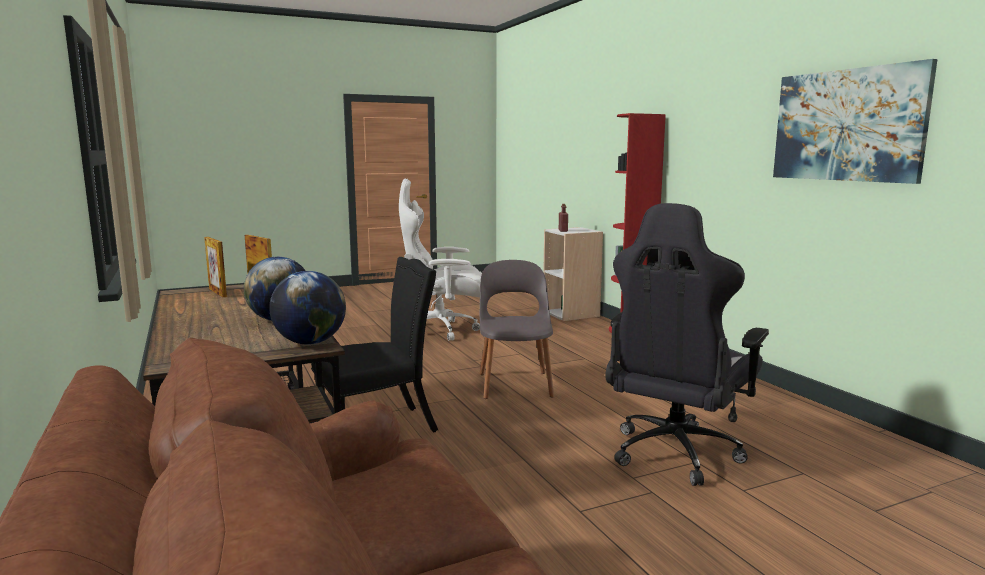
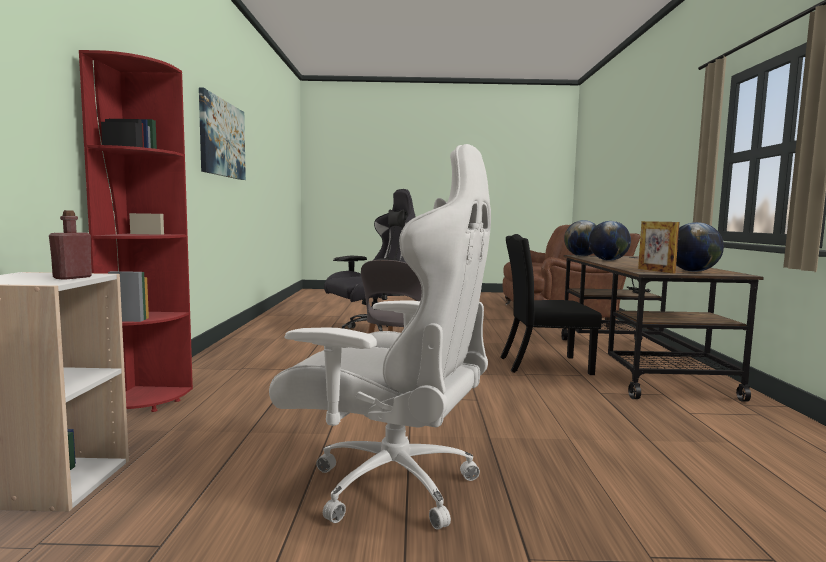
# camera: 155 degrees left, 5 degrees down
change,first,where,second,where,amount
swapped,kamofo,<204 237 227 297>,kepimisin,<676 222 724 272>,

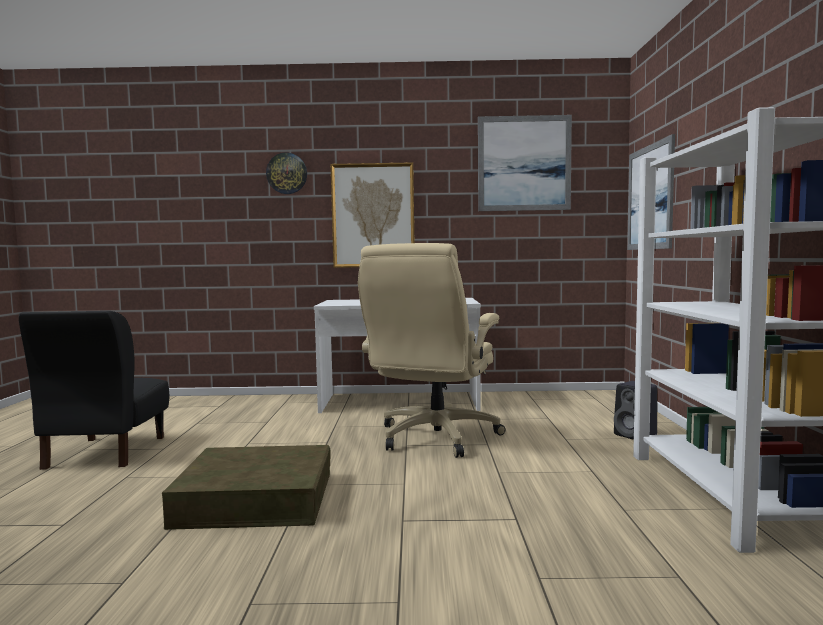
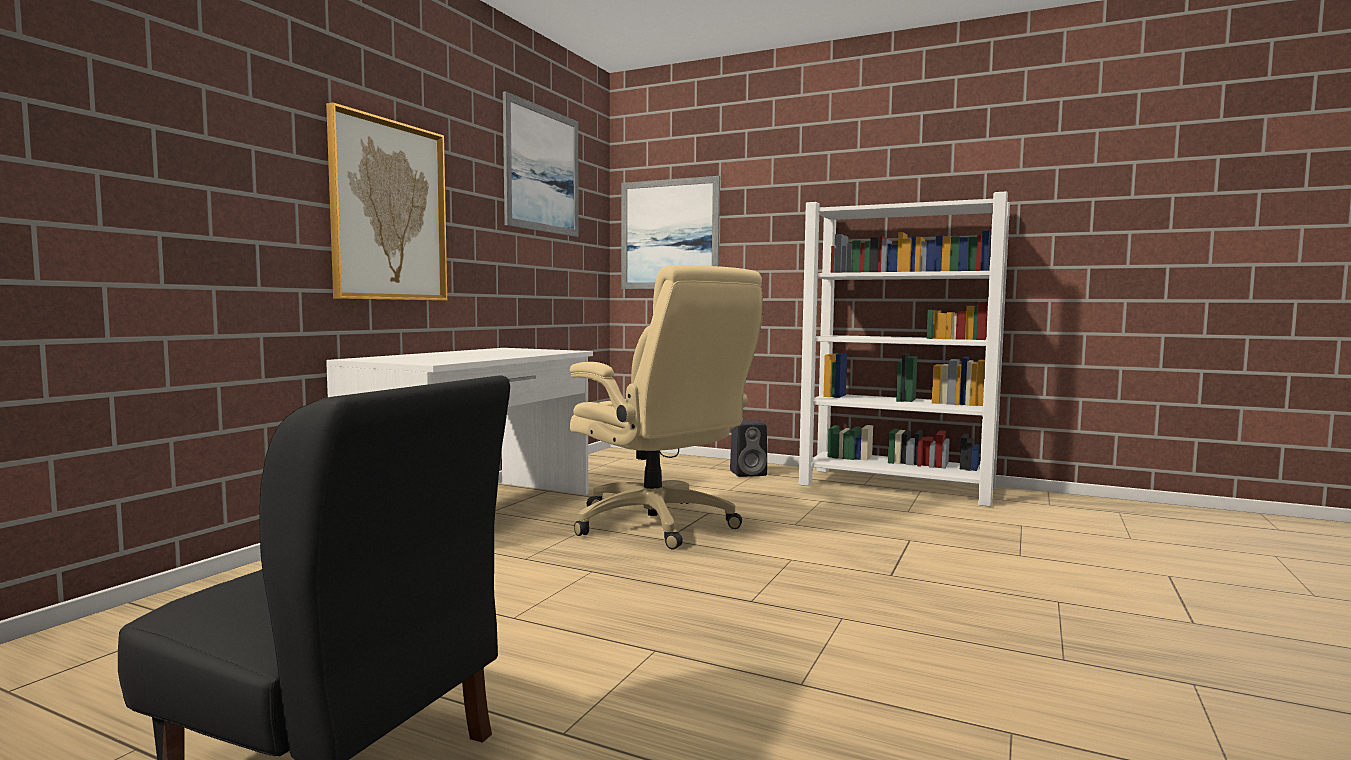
# camera: 65 degrees left, 0 degrees up
change,first,where,second,where,amount
gone,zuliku,<266 153 307 194>,,,
gone,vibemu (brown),<162 445 330 530>,,,

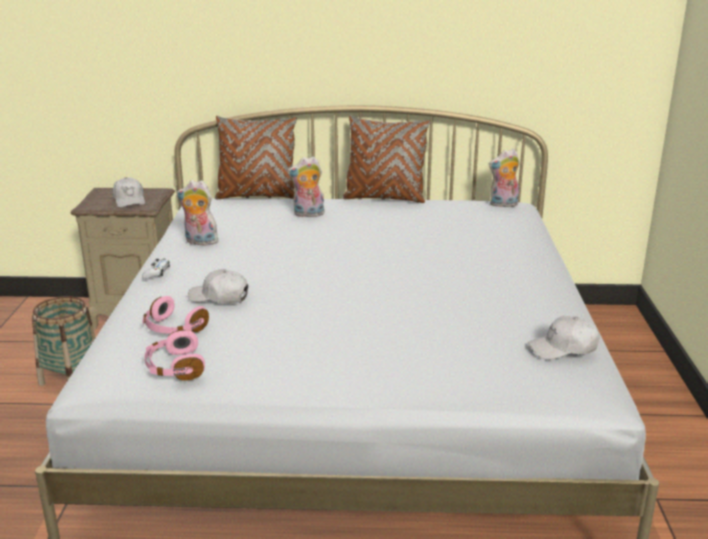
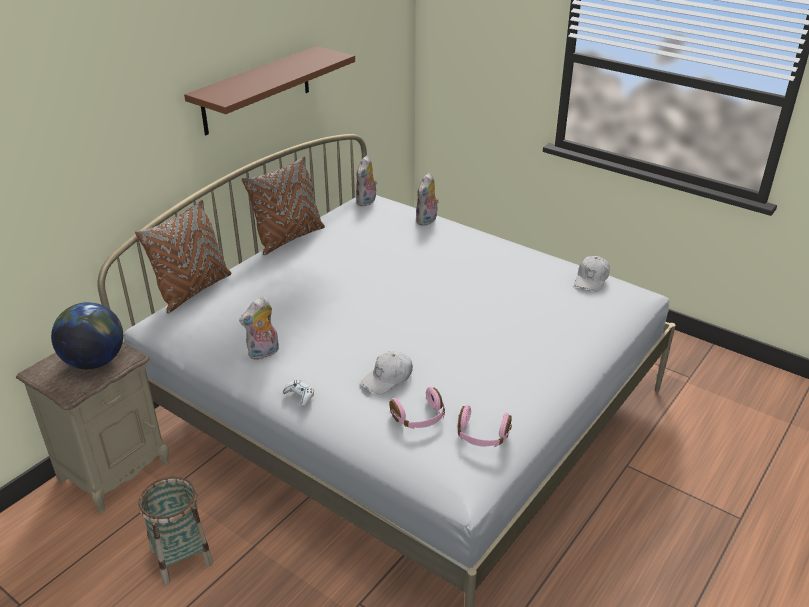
# camera: 55 degrees left, 10 degrees up
change,first,where,second,where,amount
shifted,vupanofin,<287 156 325 217>,,<416 173 441 226>,
swapped,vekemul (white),<113 177 145 208>,kepimisin,<51 302 123 369>,
new,,,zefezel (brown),<184 46 355 135>,

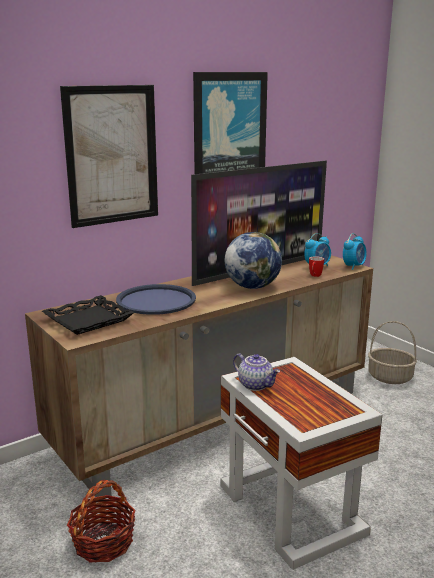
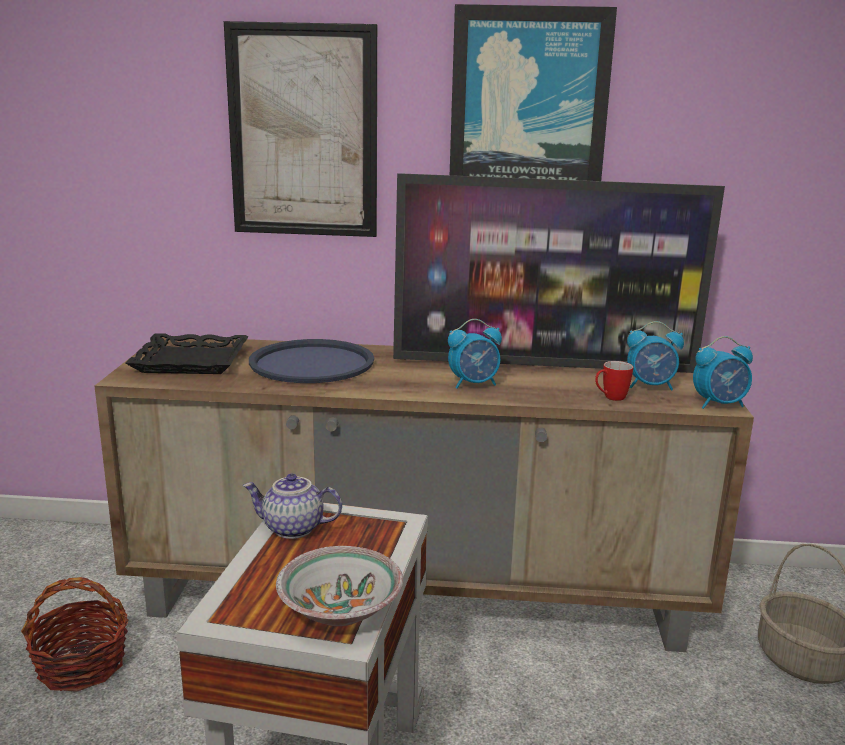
# camera: 40 degrees right, 0 degrees up
change,first,where,second,where,amount
swapped,kepimisin,<225 232 282 289>,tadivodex,<448 319 502 389>,
rotated,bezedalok,<233 353 280 391>,,<243 474 342 539>,105 degrees clockwise
new,,,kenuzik,<276 546 403 627>,

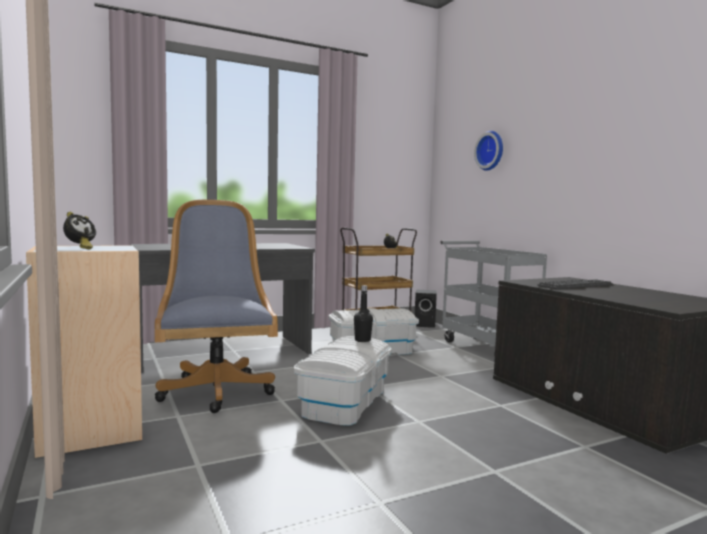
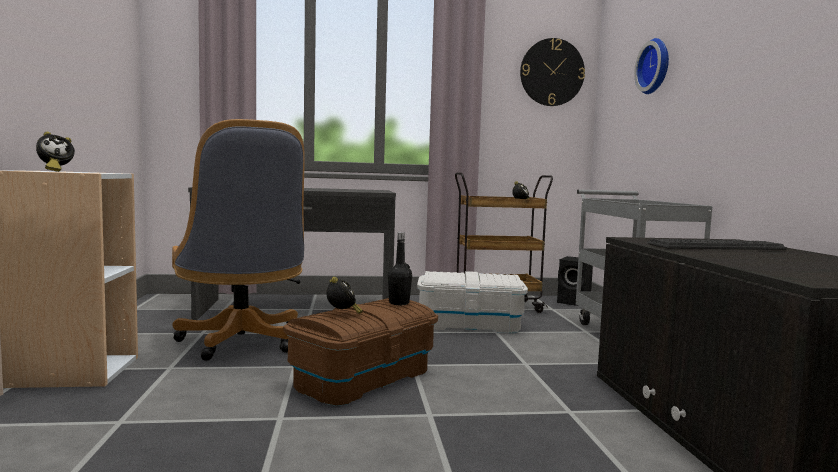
# camera: 20 degrees right, 0 degrees up
change,first,where,second,where,amount
rotated,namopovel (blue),<155 200 278 413>,,<172 119 305 361>,150 degrees clockwise
repainted,vibemu (white),<294 336 392 426>,vibemu (brown),<283 298 438 406>,
new,,,zuliku,<520 38 585 106>,
new,,,tadivodex,<326 277 363 314>,

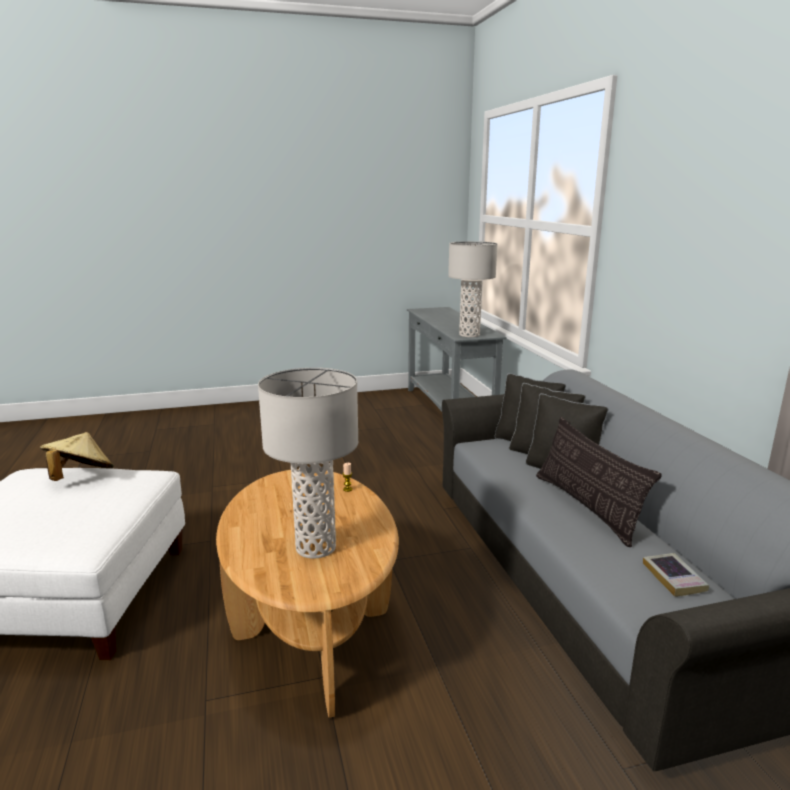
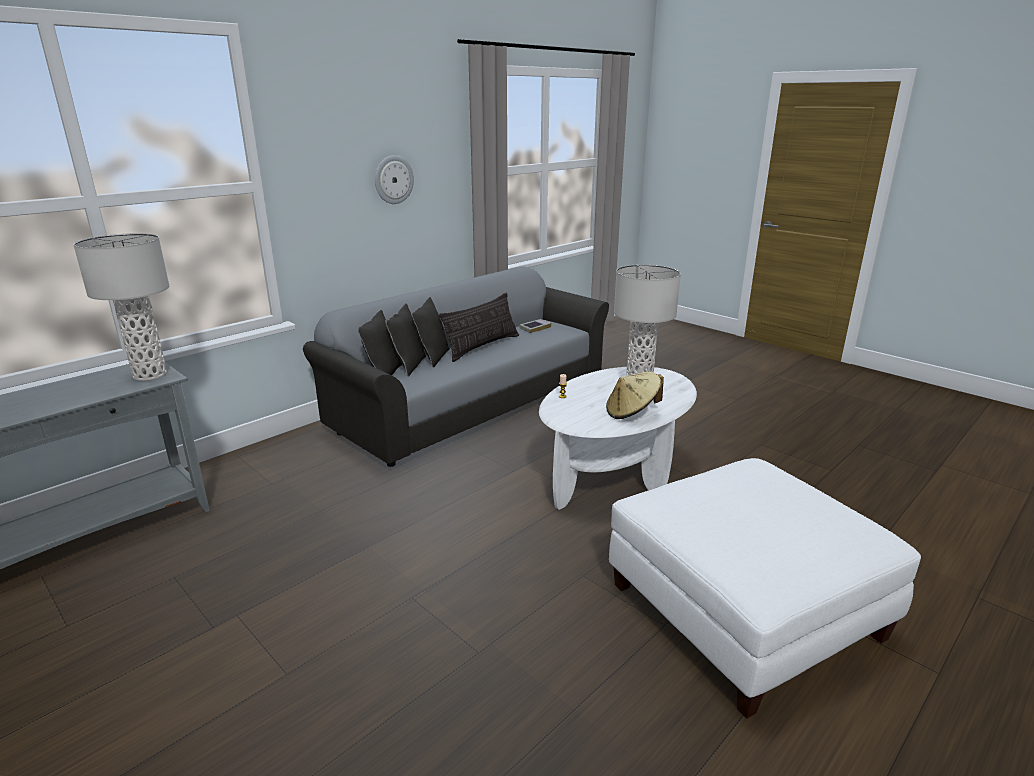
# camera: 120 degrees left, 5 degrees up
change,first,where,second,where,amount
shifted,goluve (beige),<40 432 114 481>,,<606 372 664 419>,
repainted,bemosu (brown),<216 469 399 718>,bemosu (white),<539 367 697 510>,
new,,,zuliku,<375 155 414 204>,

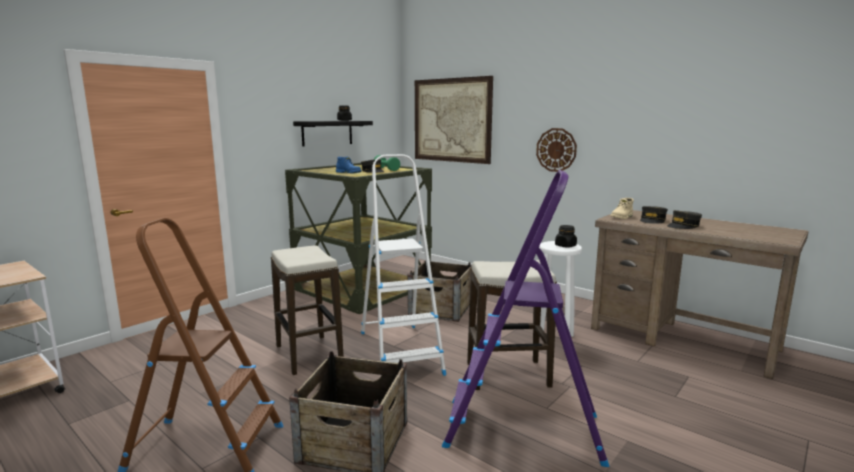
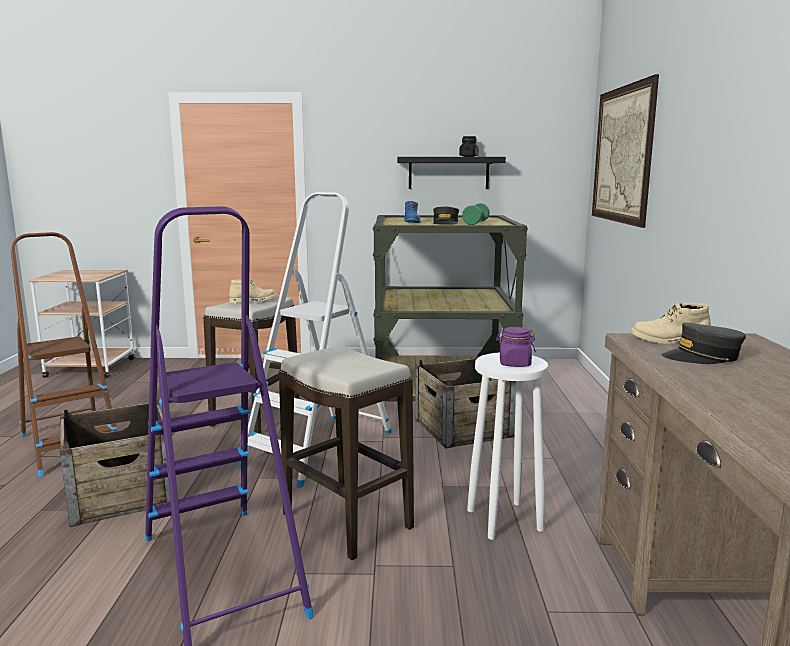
# camera: 50 degrees right, 0 degrees up
change,first,where,second,where,amount
gone,zuliku,<536 128 577 172>,,,
gone,vekemul (grey),<667 210 702 229>,,,
repainted,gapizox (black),<555 225 577 247>,gapizox (purple),<496 327 536 367>,
new,,,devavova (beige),<229 278 277 303>,

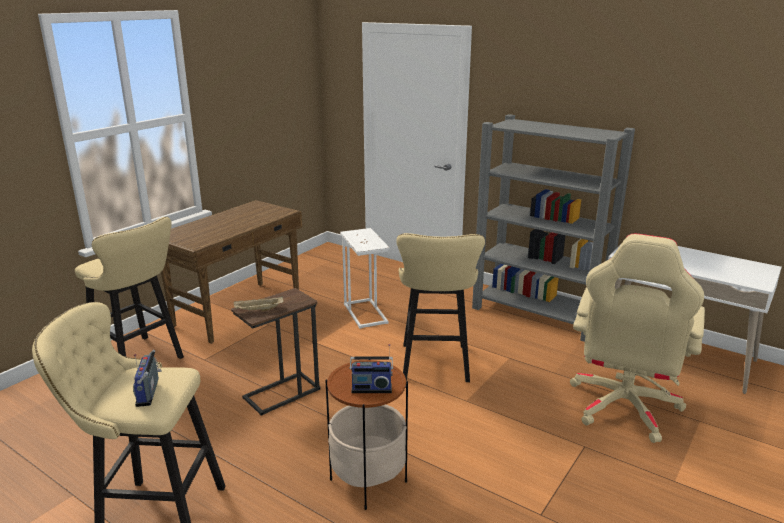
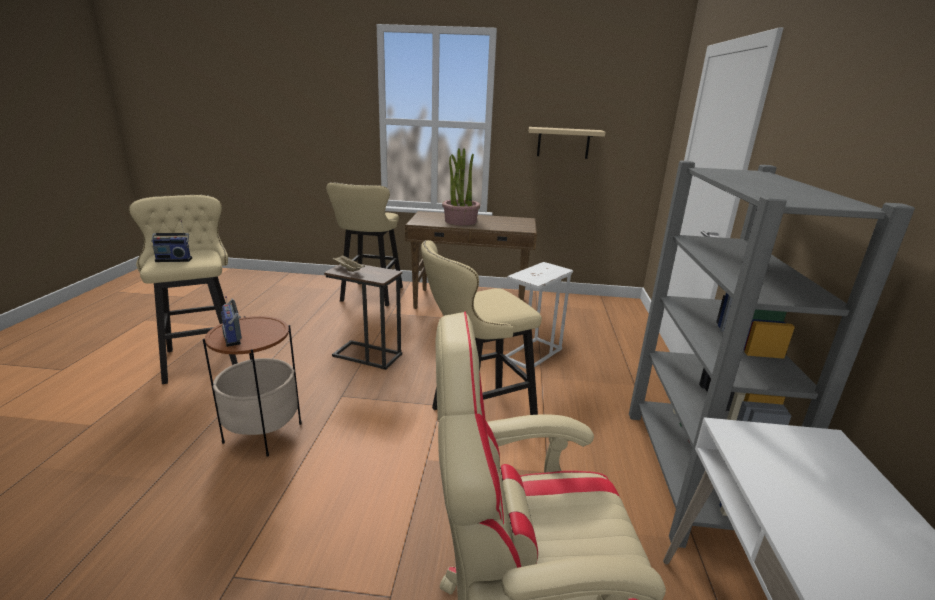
# camera: 60 degrees right, 0 degrees up
change,first,where,second,where,amount
rotated,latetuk,<133 350 162 407>,,<151 220 192 262>,150 degrees counterclockwise
new,,,zefezel (beige),<529 127 605 159>,
new,,,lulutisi,<442 148 480 226>,

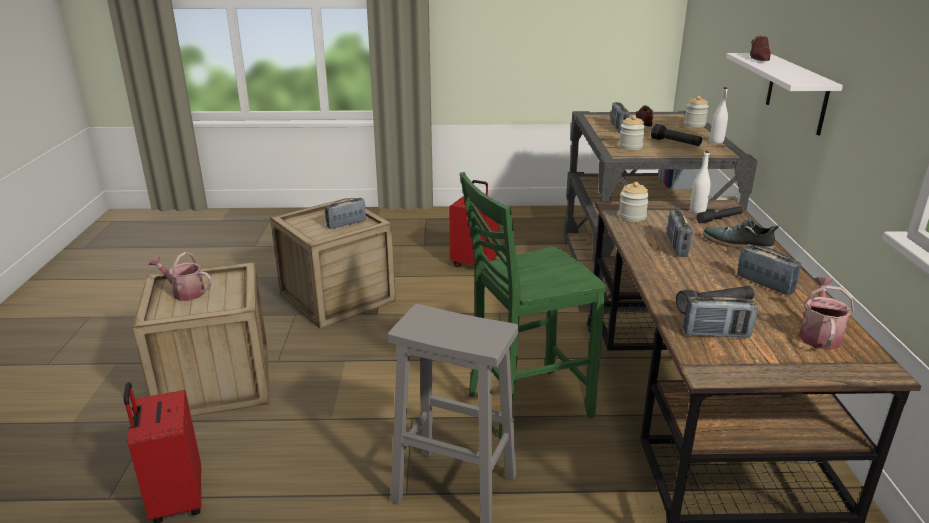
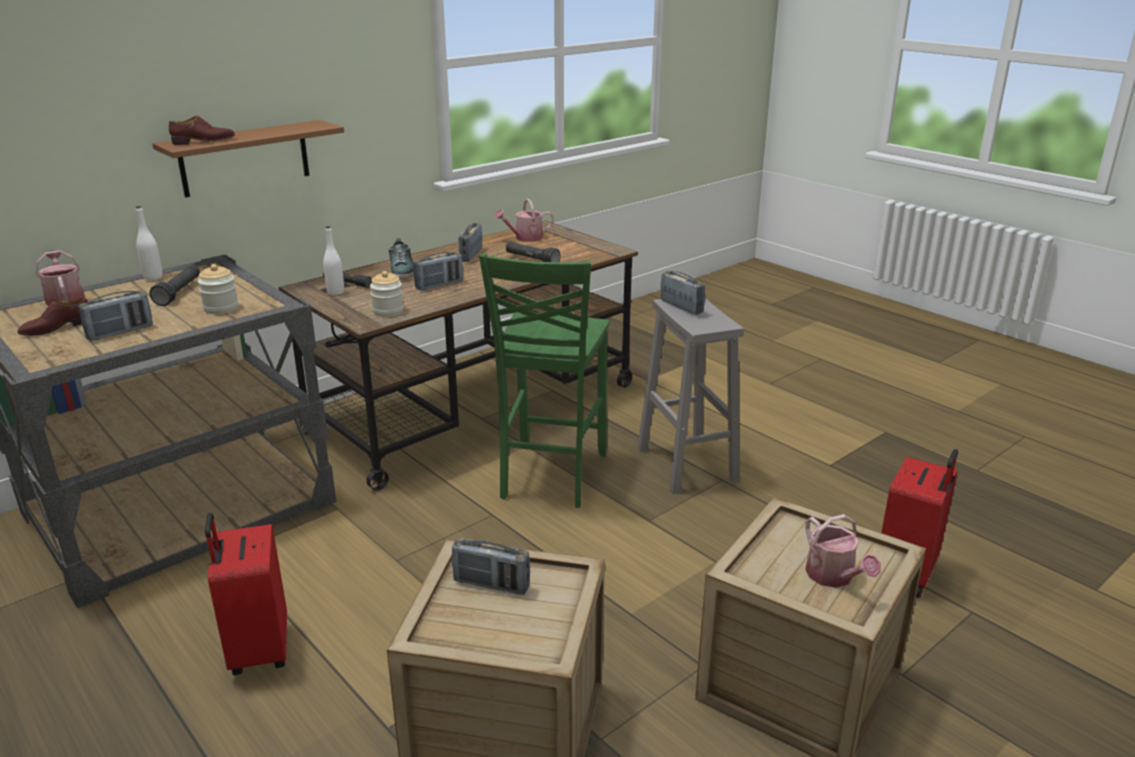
# camera: 130 degrees left, 0 degrees up
change,first,where,second,where,amount
repainted,zefezel (white),<726 53 843 136>,zefezel (brown),<152 120 344 198>,
swapped,gapizox,<684 96 709 128>,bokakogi,<35 250 85 306>,
rotated,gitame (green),<460 172 606 439>,,<479 254 610 508>,75 degrees clockwise
shifted,latetuk,<683 295 758 338>,,<661 271 705 315>,

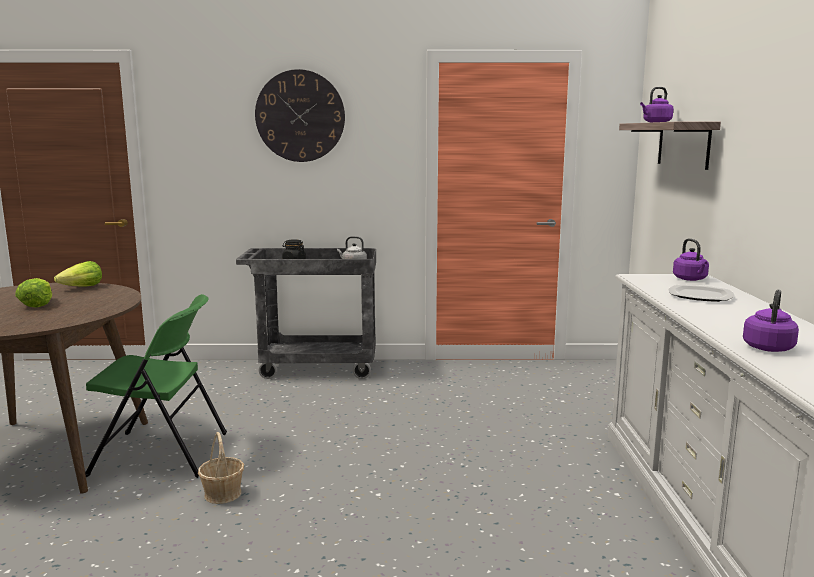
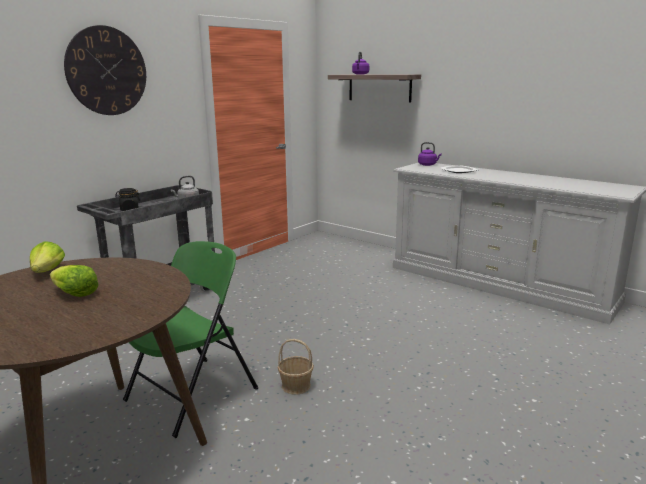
# camera: 50 degrees left, 5 degrees up
change,first,where,second,where,amount
gone,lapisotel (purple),<743 289 799 352>,,,

